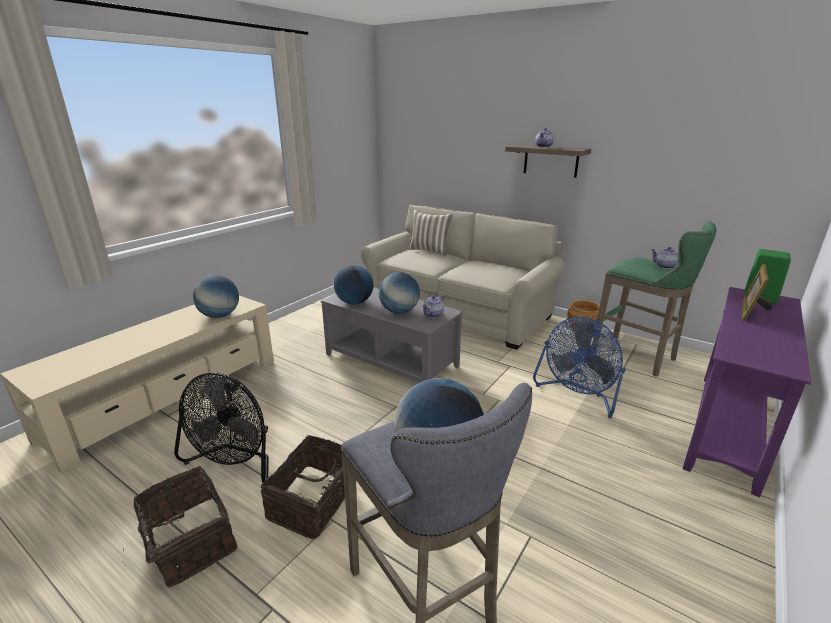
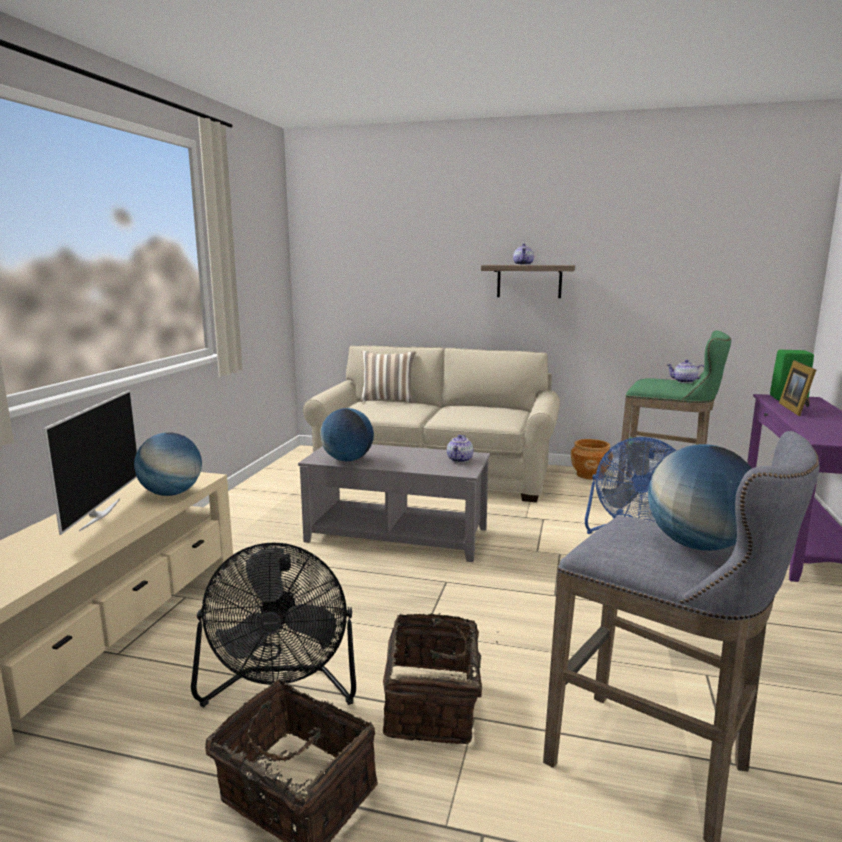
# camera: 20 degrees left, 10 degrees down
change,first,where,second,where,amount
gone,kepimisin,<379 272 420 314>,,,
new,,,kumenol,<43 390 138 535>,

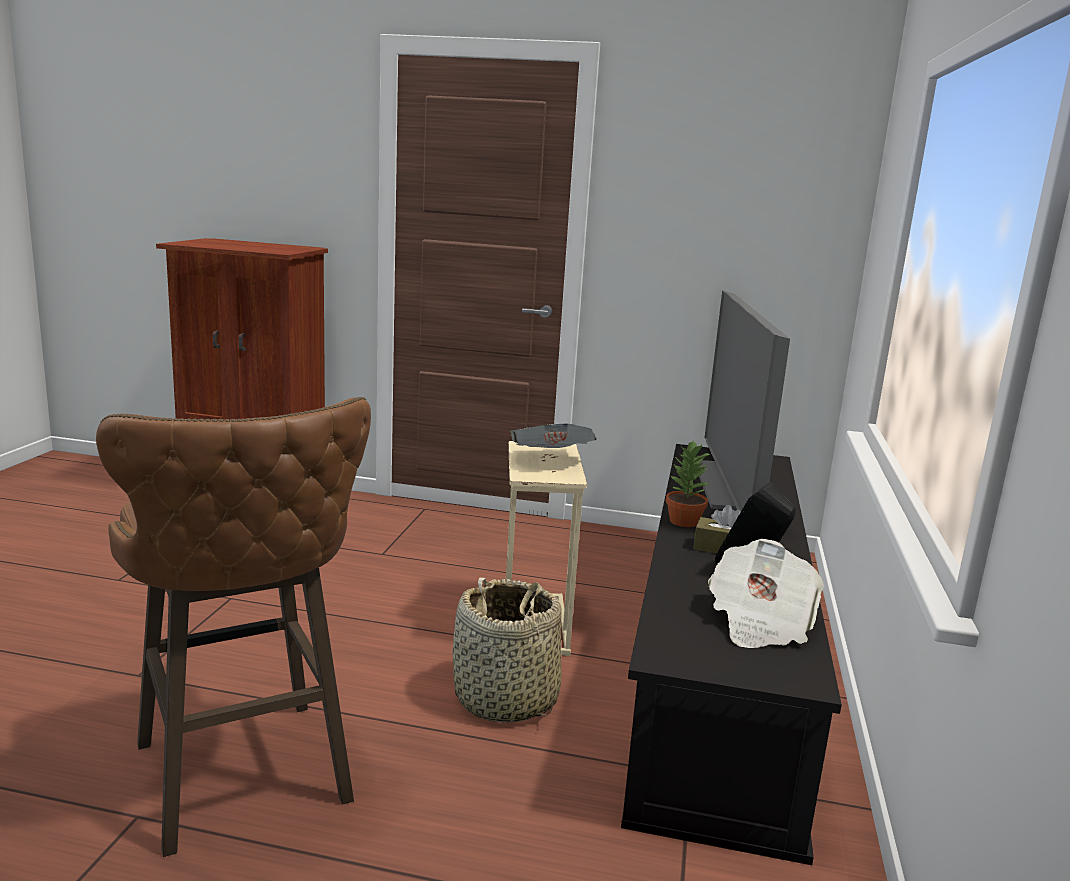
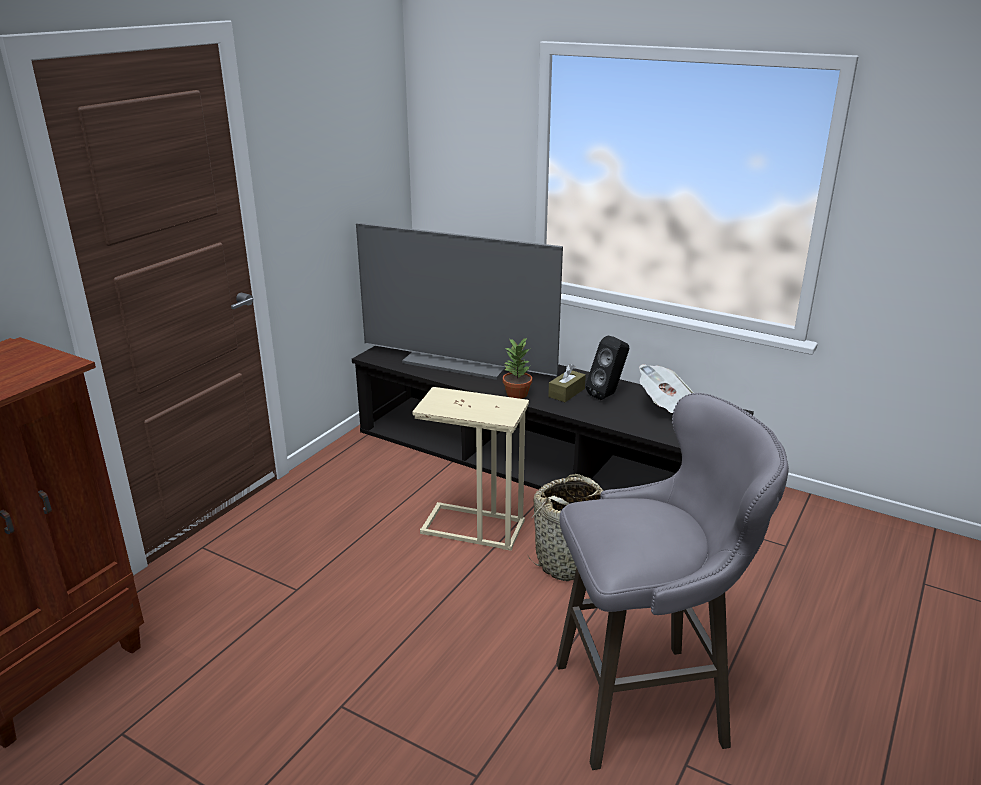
# camera: 70 degrees left, 10 degrees up
change,first,where,second,where,amount
repainted,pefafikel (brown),<96 397 371 857>,pefafikel (grey),<556 393 789 770>,
gone,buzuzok,<510 424 597 448>,,,

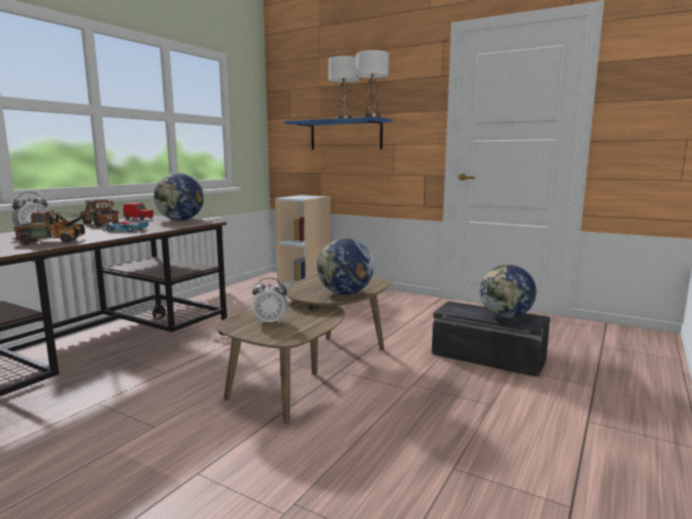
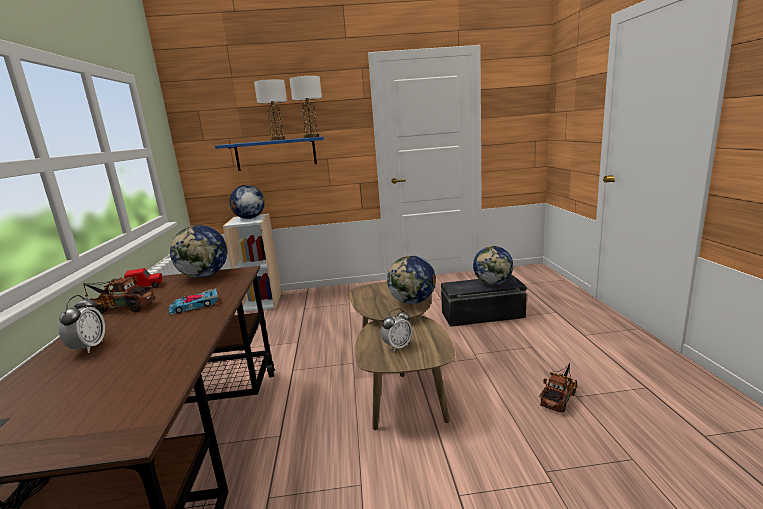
# camera: 35 degrees left, 5 degrees up
change,first,where,second,where,amount
shifted,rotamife,<14 210 93 245>,,<539 363 577 413>,
new,,,kepimisin,<229 185 265 219>,

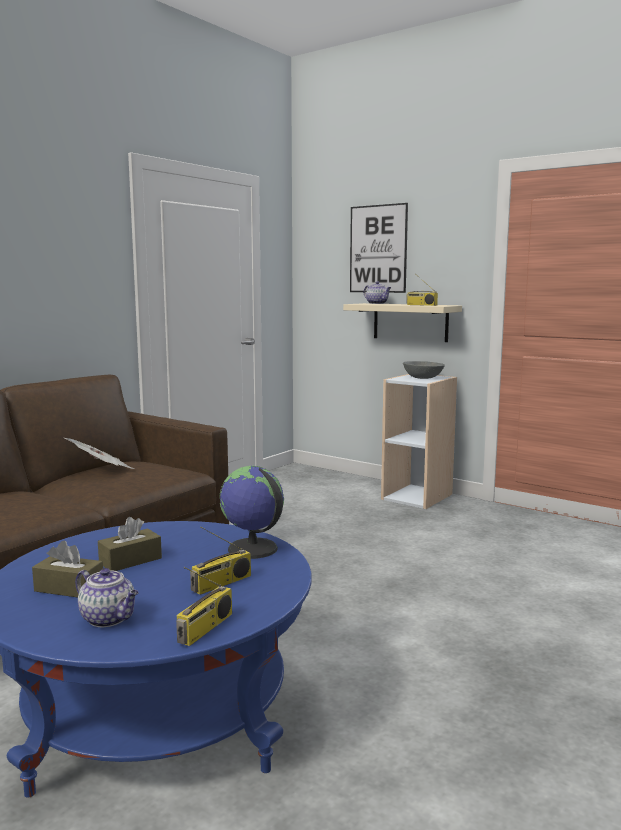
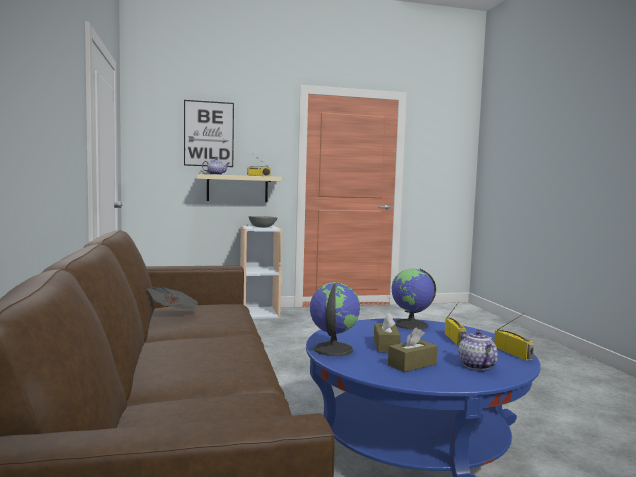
# camera: 50 degrees left, 5 degrees down
change,first,where,second,where,amount
rotated,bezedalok,<75 568 139 627>,,<458 330 498 370>,90 degrees counterclockwise
new,,,kepimisin,<310 282 360 356>,

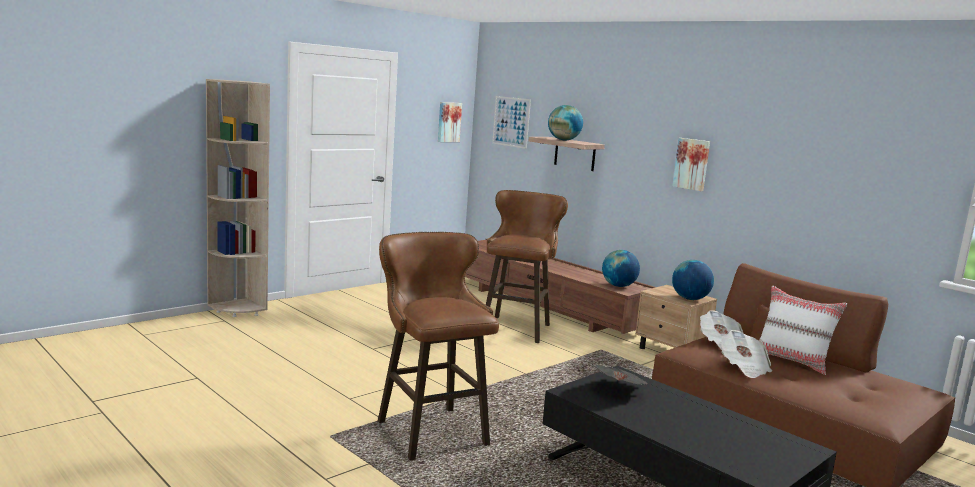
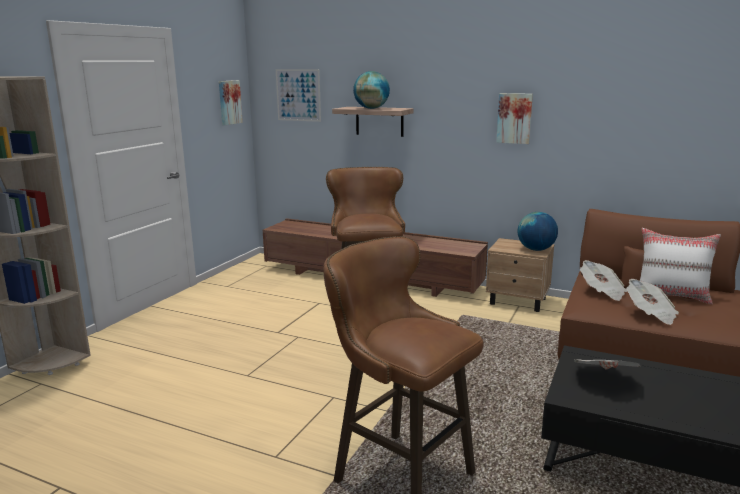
# camera: 20 degrees left, 5 degrees up
change,first,where,second,where,amount
gone,kepimisin,<602 250 640 287>,,,

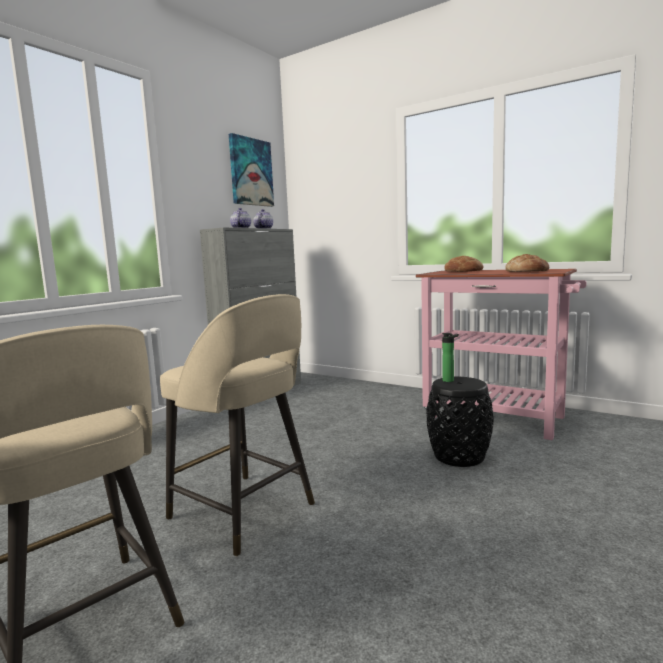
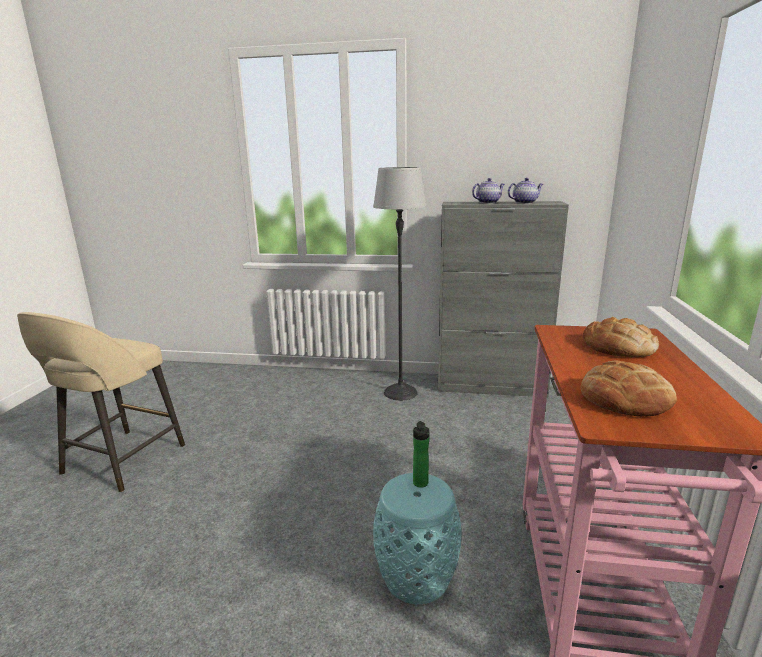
# camera: 65 degrees right, 10 degrees up
change,first,where,second,where,amount
gone,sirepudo,<229 133 274 207>,,,
gone,pefafikel (beige),<160 294 315 556>,,,
repainted,pefafikel (black),<426 377 494 467>,pefafikel (turquoise),<373 473 462 604>,
new,,,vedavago,<373 167 426 401>,

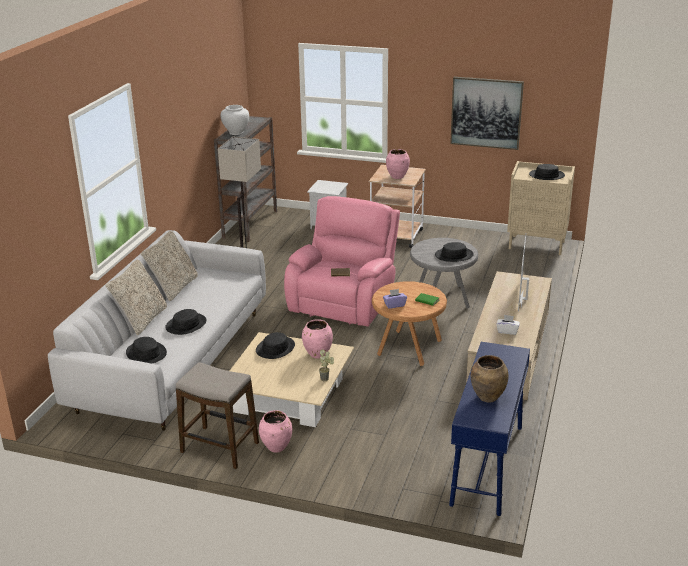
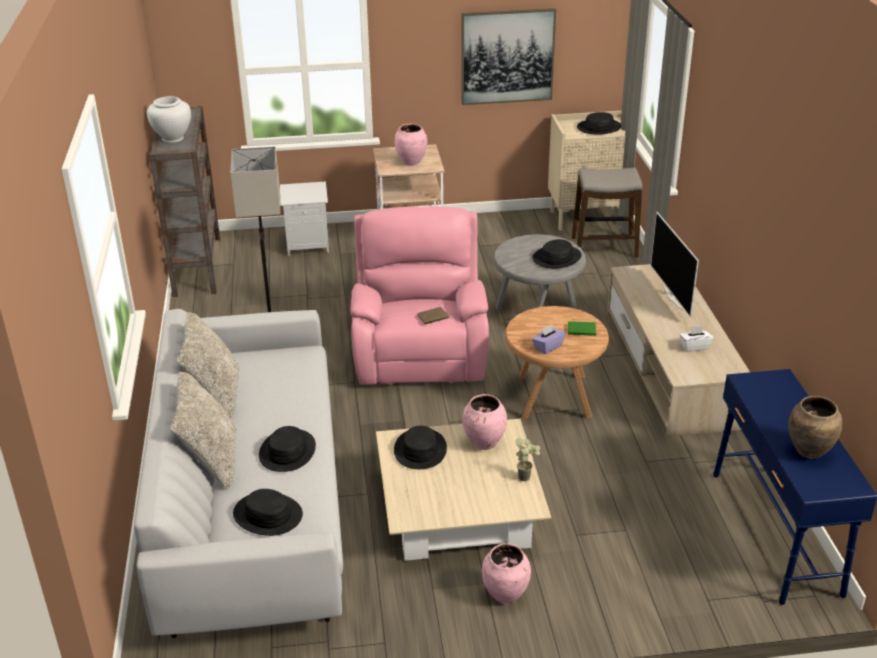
# camera: 25 degrees left, 5 degrees up
change,first,where,second,where,amount
shifted,pefafikel,<176 362 259 469>,,<572 168 642 258>,

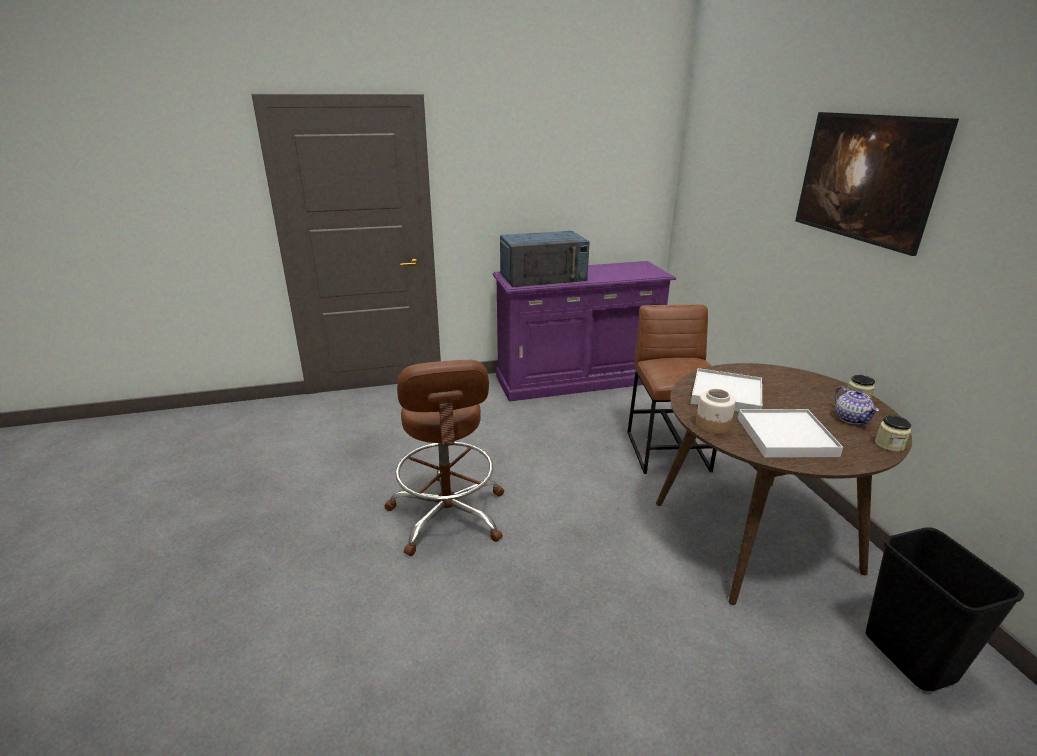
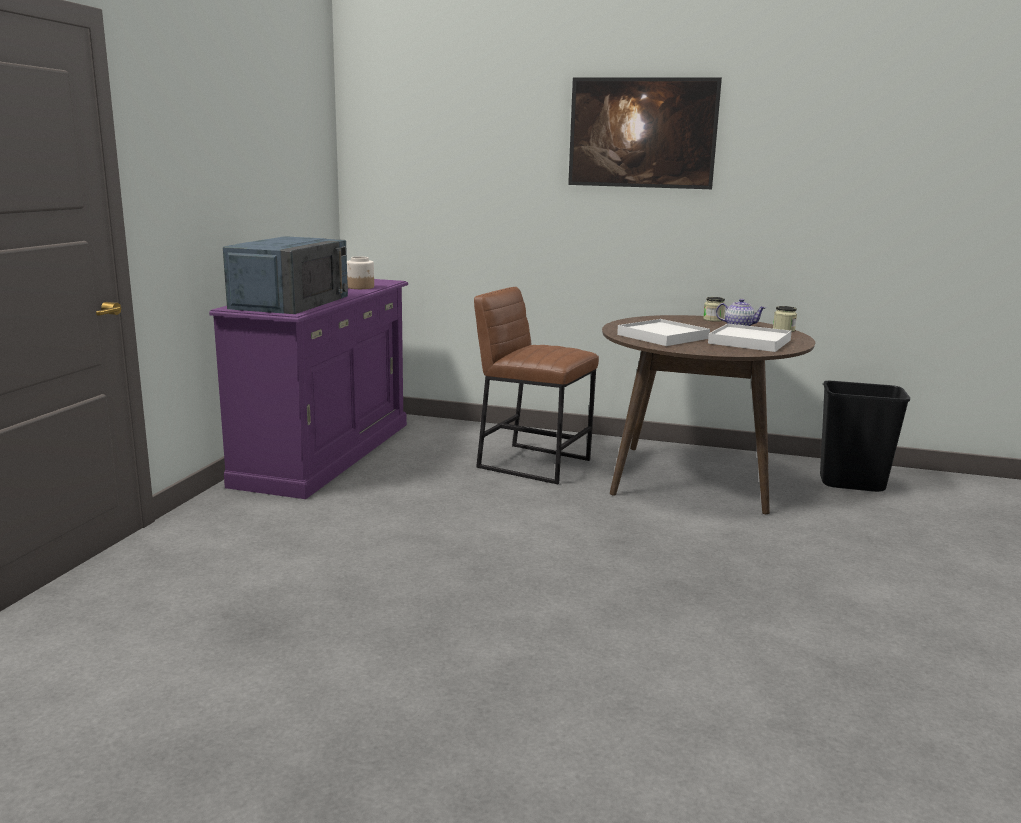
# camera: 60 degrees left, 10 degrees down
change,first,where,second,where,amount
gone,pefafikel (brown),<385 360 504 556>,,,
shifted,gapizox,<696 389 736 434>,,<347 256 374 289>,

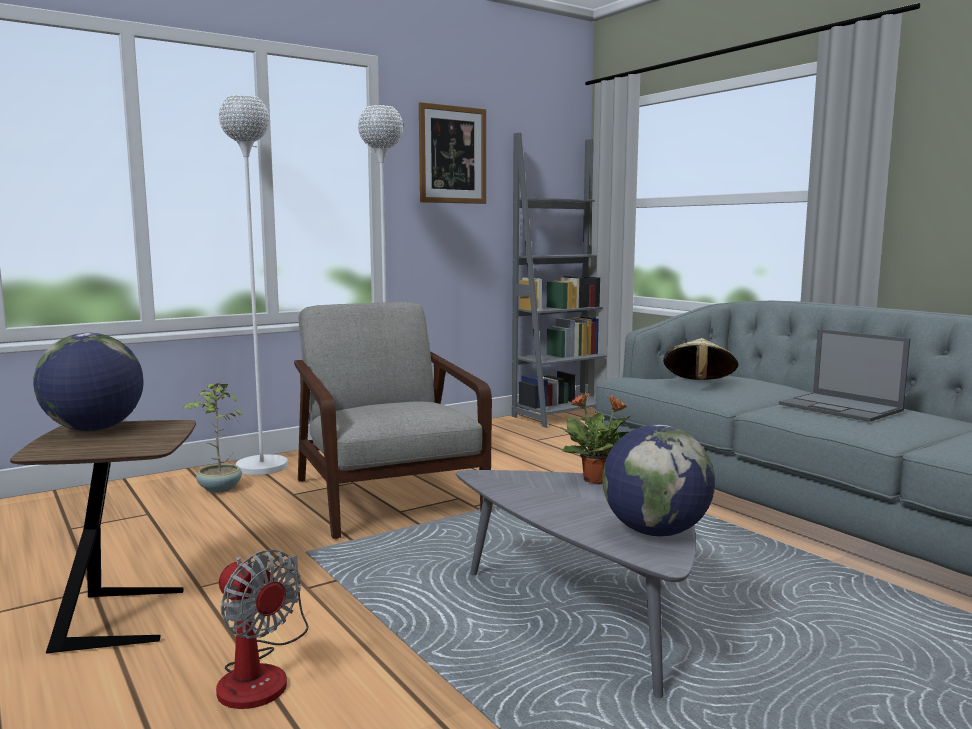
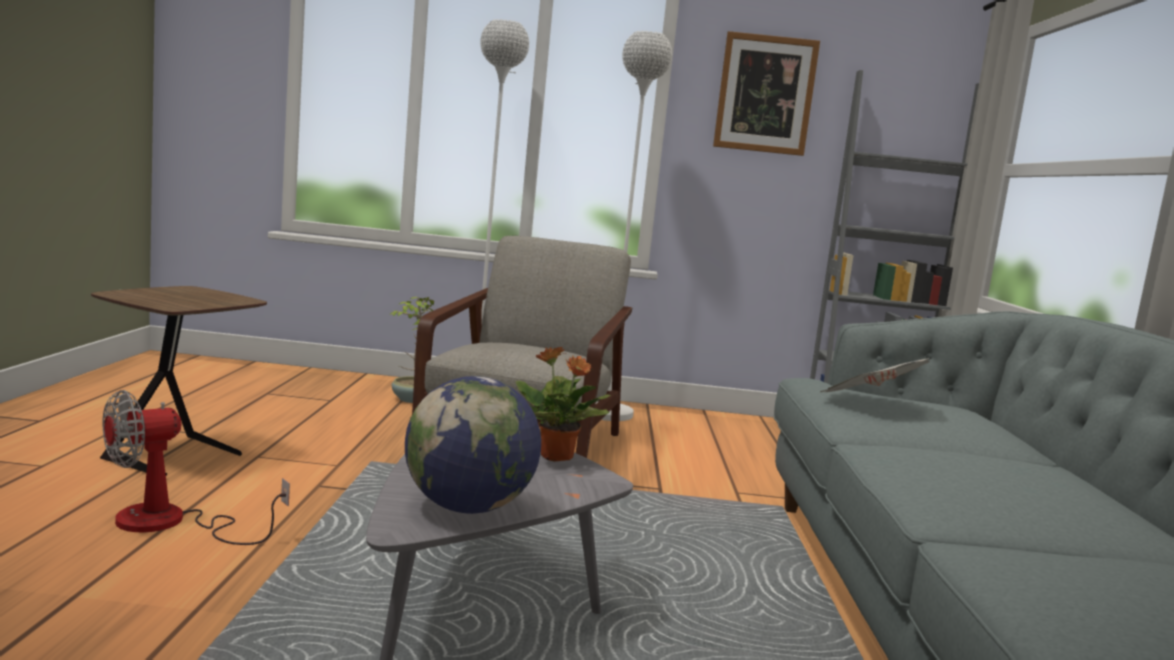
# camera: 35 degrees right, 0 degrees up
change,first,where,second,where,amount
gone,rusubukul,<779 329 910 422>,,,
gone,kepimisin,<33 333 143 431>,,,
swapped,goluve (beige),<663 338 738 380>,buzuzok,<820 358 930 393>,
rotated,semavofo,<216 550 308 709>,,<103 390 290 545>,60 degrees clockwise

